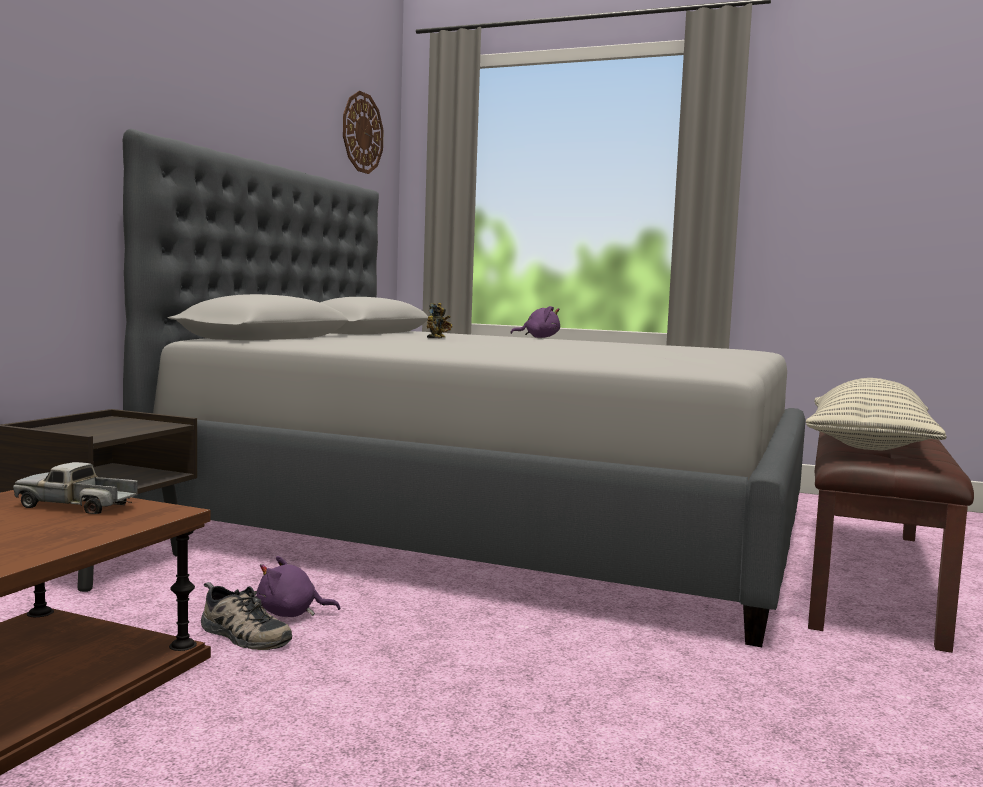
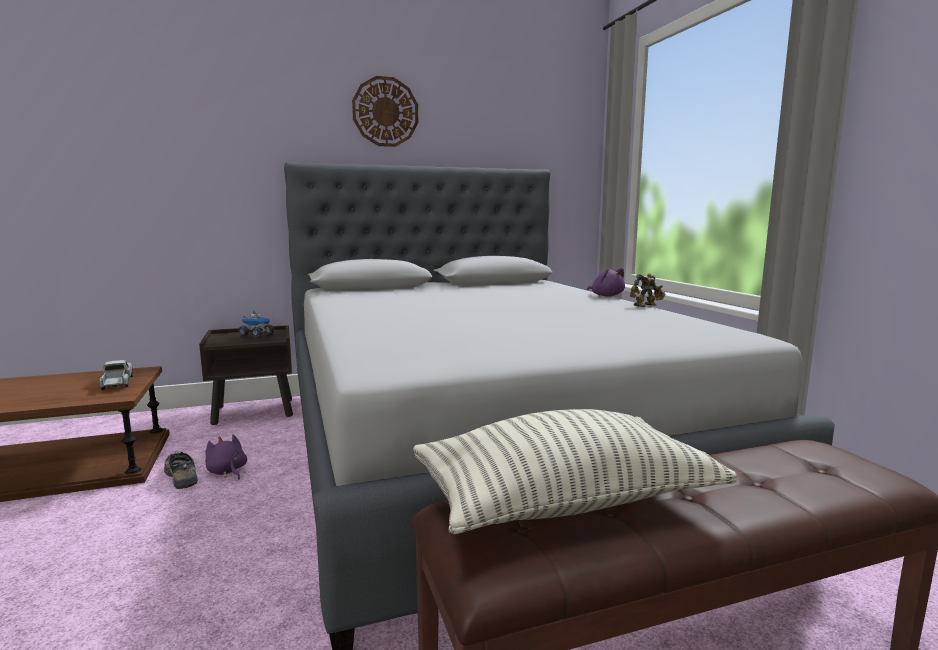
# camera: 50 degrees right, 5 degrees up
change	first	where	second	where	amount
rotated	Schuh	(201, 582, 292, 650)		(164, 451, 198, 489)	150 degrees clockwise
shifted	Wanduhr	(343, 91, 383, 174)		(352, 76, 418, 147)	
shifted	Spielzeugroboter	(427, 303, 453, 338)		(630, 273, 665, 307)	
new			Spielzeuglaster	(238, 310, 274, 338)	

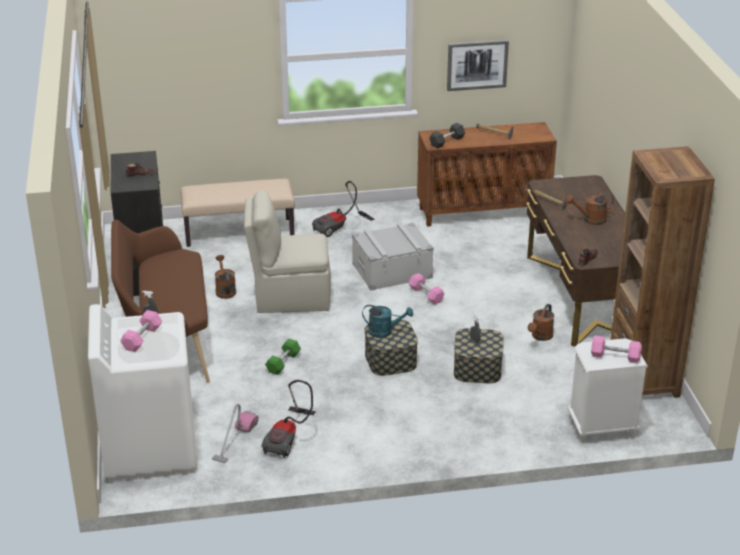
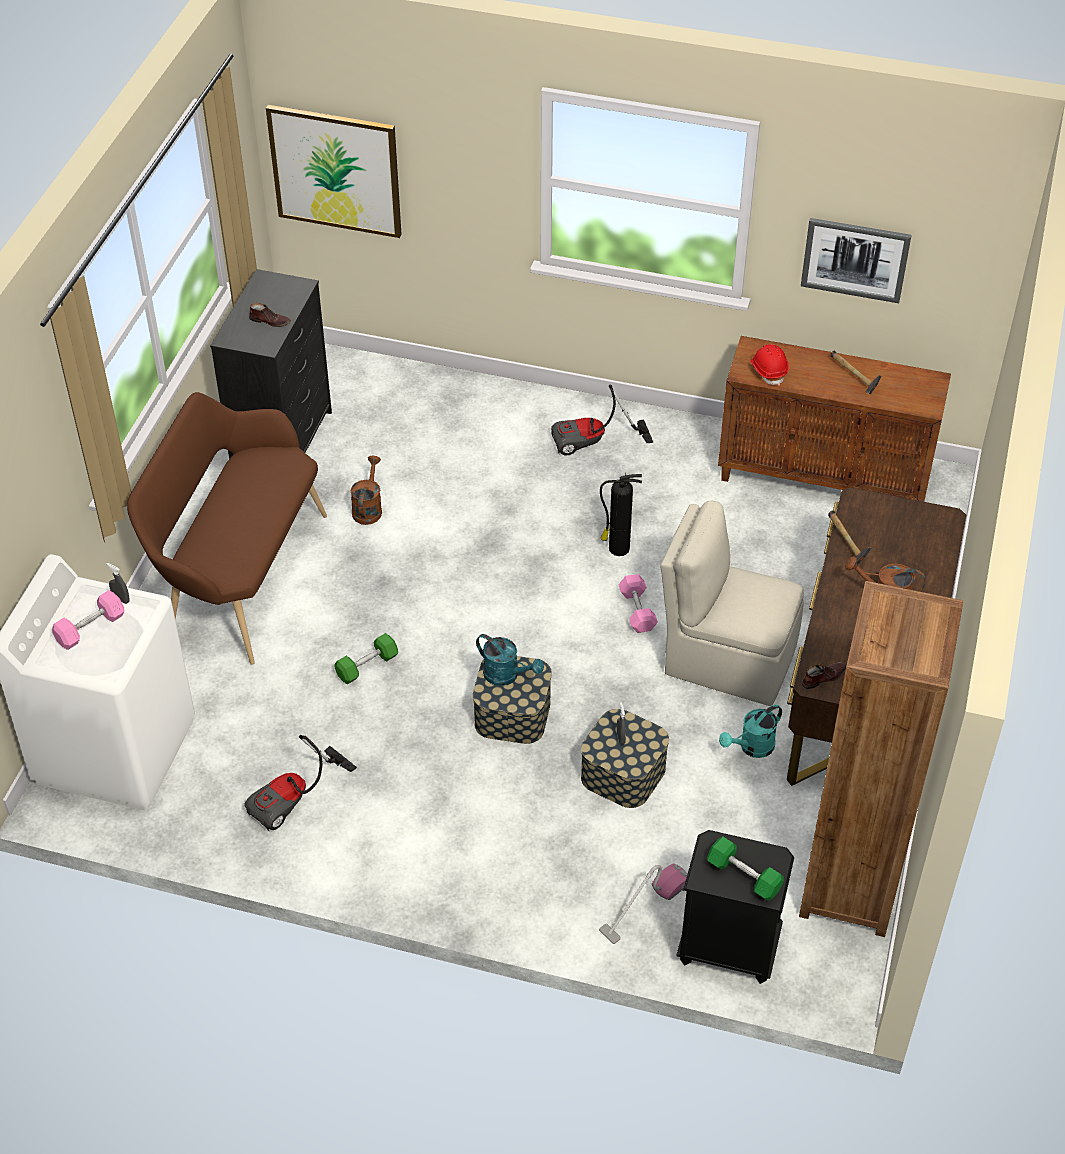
# camera: 25 degrees right, 15 degrees up
change	first	where	second	where	amount
gone	Bank (beige)	(180, 179, 295, 247)			
shifted	Staubsauger	(212, 404, 259, 463)		(599, 864, 687, 944)	
shifted	Stuhl (beige)	(244, 190, 331, 313)		(660, 500, 804, 706)	
swapped	Aufbewahrungsbox (grau)	(352, 223, 434, 291)	Feuerlöscher	(600, 472, 642, 556)	
swapped	Hantel (grau)	(429, 123, 465, 149)	Schutzhelm (rot)	(750, 344, 789, 386)	
repainted	Gießkanne (braun)	(528, 304, 554, 341)	Gießkanne (türkis)	(719, 705, 782, 758)	
repainted	Nachttisch (weiß)	(568, 338, 648, 444)	Nachttisch (schwarz)	(677, 830, 794, 984)	
repainted	Hantel (rosa)	(591, 336, 642, 363)	Hantel (grün)	(707, 837, 784, 901)	
new			Bild	(266, 105, 402, 238)	

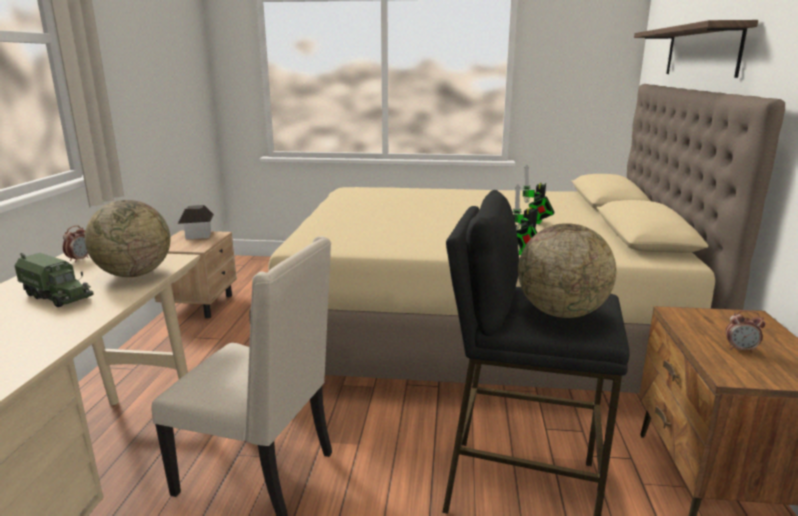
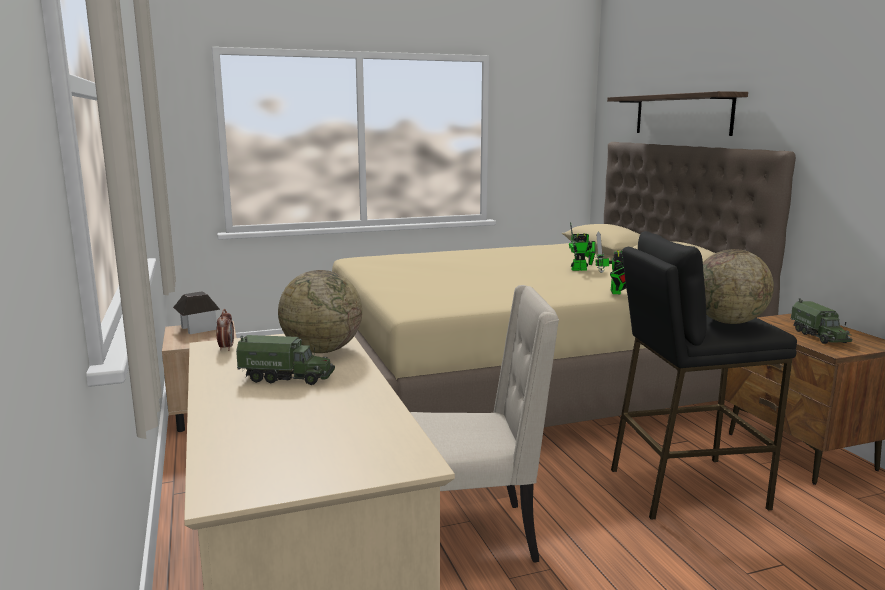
# camera: 25 degrees left, 5 degrees down
change	first	where	second	where	amount
rotated	Spielzeugroboter	(522, 165, 555, 224)		(569, 222, 595, 271)	90 degrees counterclockwise
swapped	Wecker	(726, 310, 766, 353)	Spielzeuglaster	(791, 298, 852, 344)	

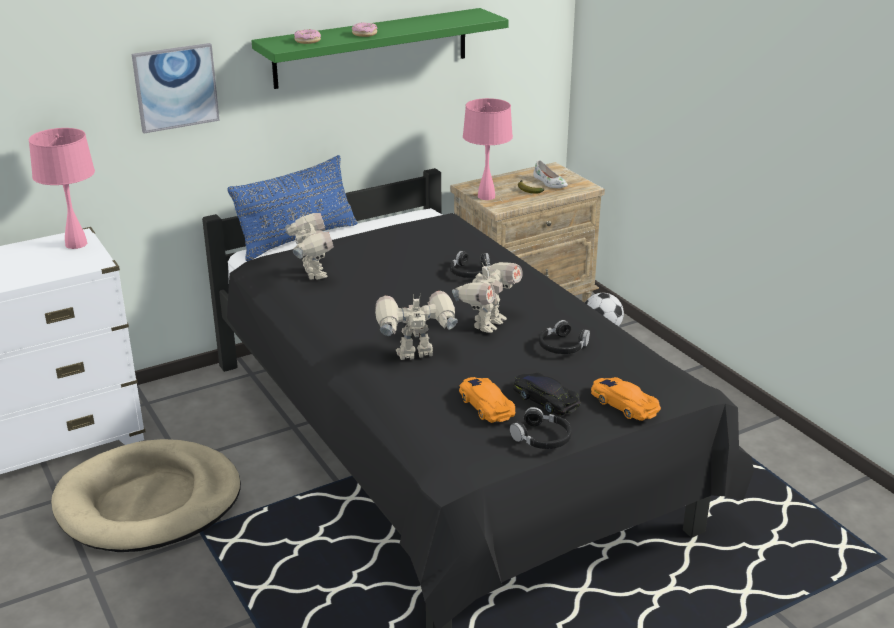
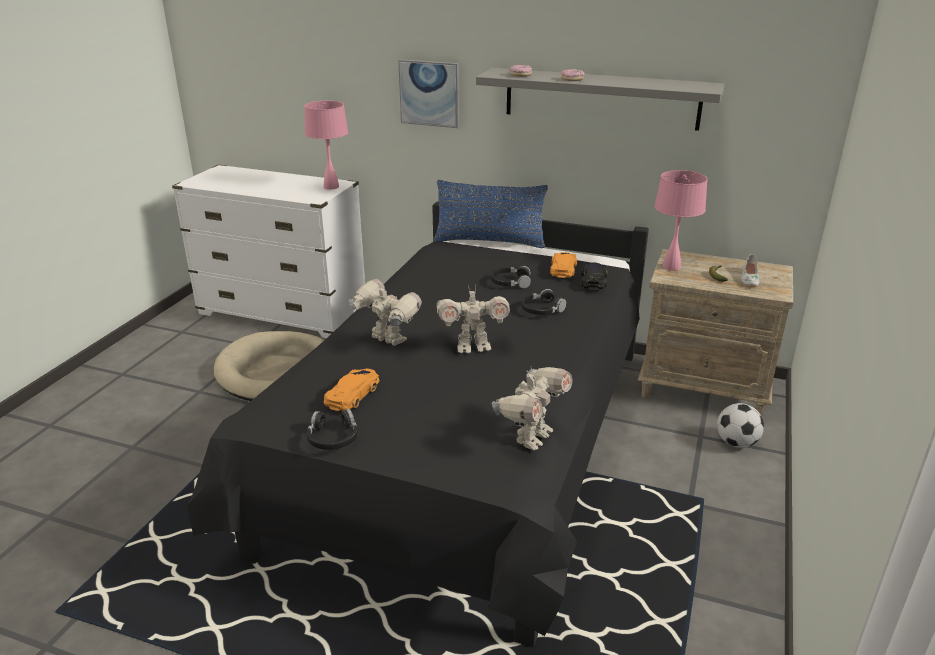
# camera: 50 degrees right, 0 degrees up
change	first	where	second	where	amount
repainted	Wandregal (grün)	(251, 8, 509, 89)	Wandregal (grau)	(476, 68, 725, 131)	
shifted	Spielzeugroboter	(285, 213, 334, 280)		(492, 367, 573, 450)	
shifted	Spielzeugauto (schwarz)	(513, 373, 581, 415)		(581, 262, 607, 290)	
shifted	Kopfhörer (schwarz)	(539, 320, 590, 354)		(491, 266, 531, 289)	
shifted	Spielzeugauto (orange)	(591, 377, 661, 421)		(550, 252, 577, 278)	

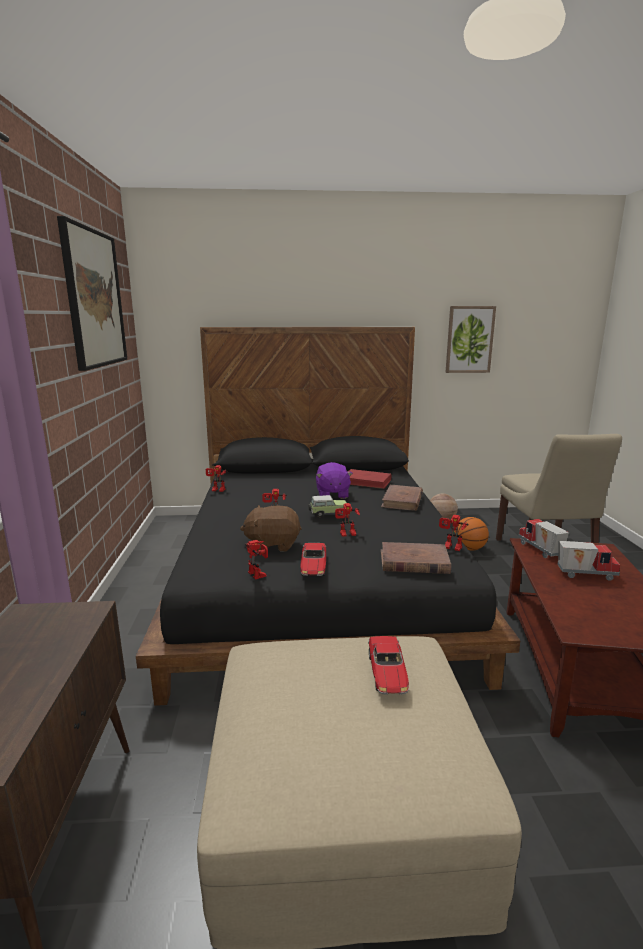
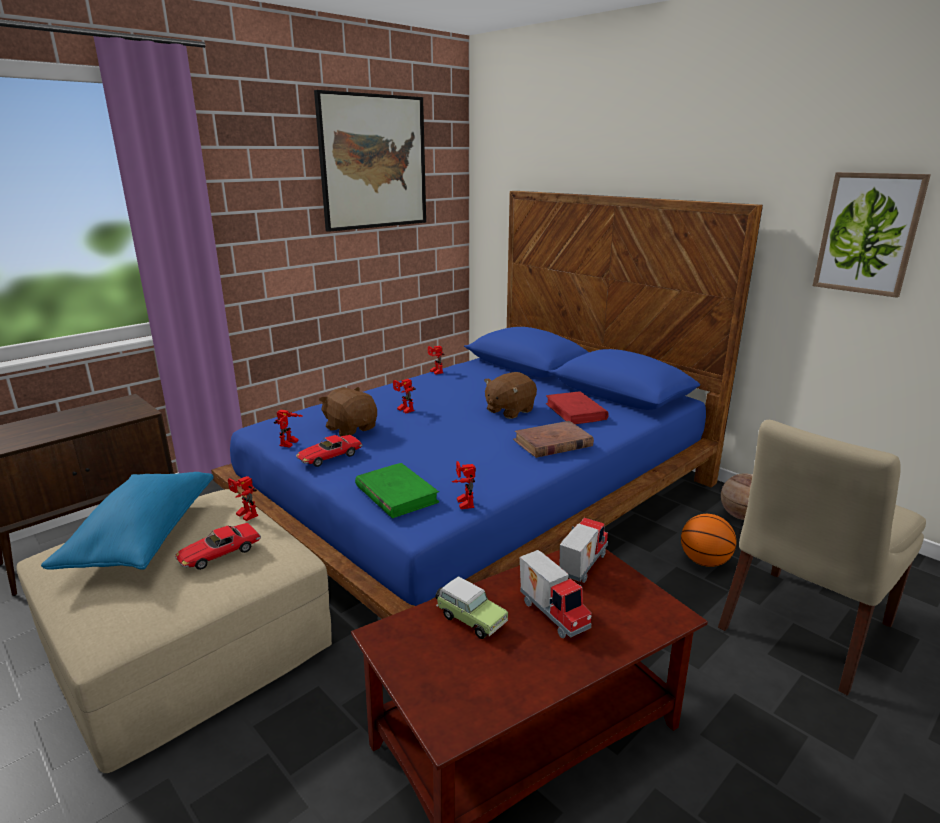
# camera: 50 degrees right, 5 degrees up
change	first	where	second	where	amount
repainted	Bett (schwarz)	(136, 327, 520, 706)	Bett (blau)	(211, 191, 763, 619)	
shifted	Spielzeugauto	(308, 495, 346, 517)		(435, 576, 508, 639)	
repainted	Plüschtier (lila)	(316, 462, 353, 499)	Plüschtier (braun)	(484, 372, 537, 419)	
shifted	Spielzeugroboter	(335, 503, 360, 537)		(228, 476, 258, 521)	
repainted	Buch (braun)	(381, 542, 451, 574)	Buch (grün)	(355, 463, 439, 518)	
new			Kissen (blau)	(41, 472, 214, 570)	

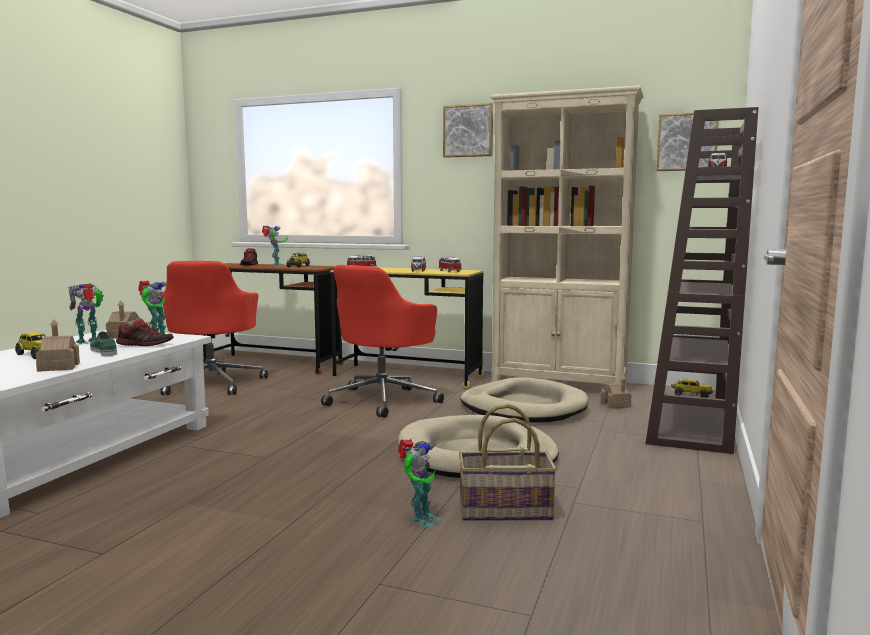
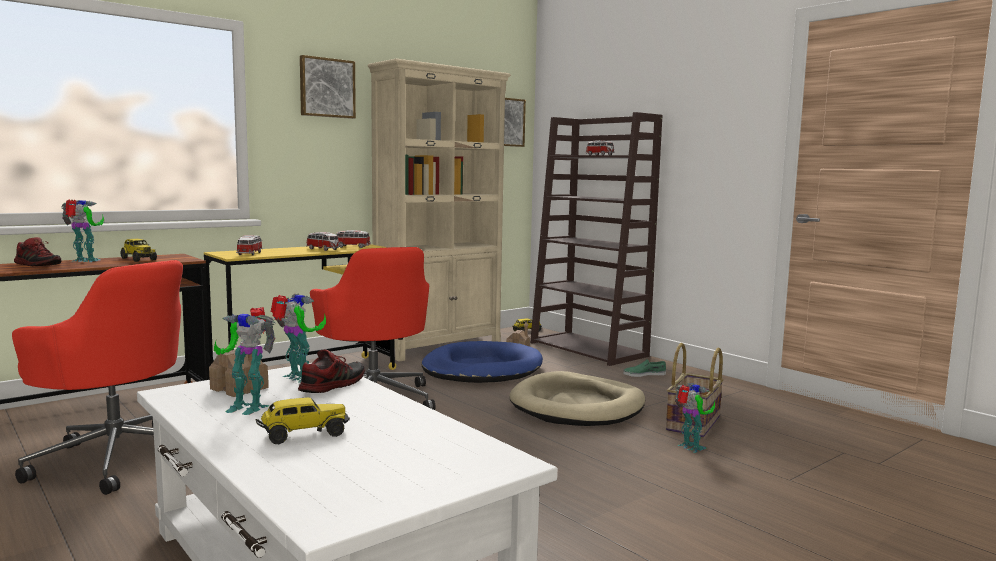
# camera: 60 degrees left, 0 degrees up
change	first	where	second	where	amount
gone	Spielzeughaus	(36, 319, 80, 372)			
rotated	Spielzeugroboter	(68, 283, 103, 344)		(214, 307, 275, 415)	60 degrees counterclockwise
shifted	Schuh (grün)	(90, 331, 117, 356)		(623, 359, 666, 377)	
repainted	Hundebett (beige)	(460, 378, 588, 423)	Hundebett (blau)	(422, 341, 543, 383)	

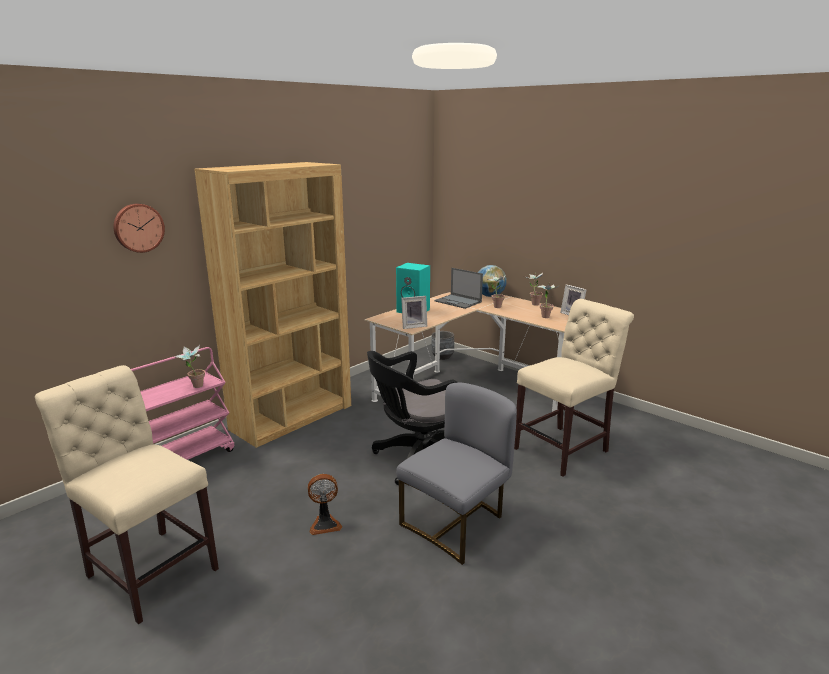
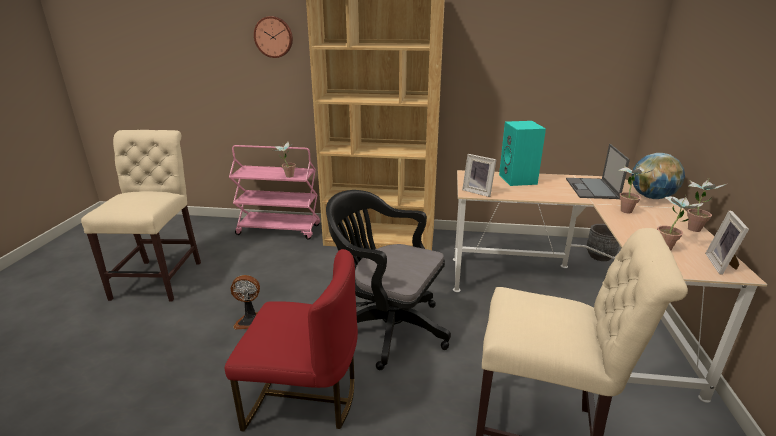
# camera: 55 degrees right, 5 degrees up
change	first	where	second	where	amount
rotated	Ventilator	(308, 474, 342, 535)		(231, 275, 260, 329)	45 degrees counterclockwise
repainted	Stuhl (grau)	(396, 383, 517, 565)	Stuhl (rot)	(225, 249, 358, 432)	

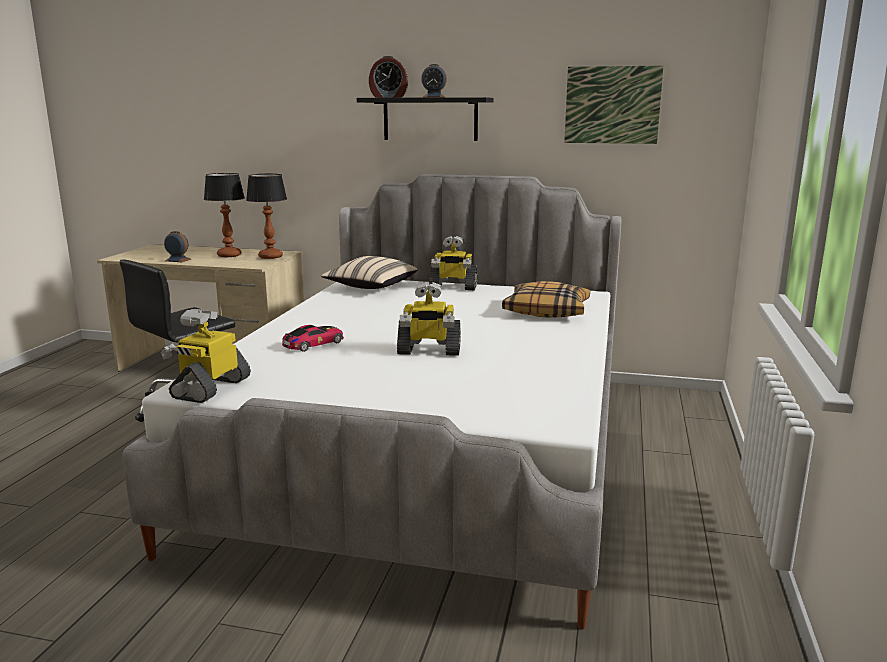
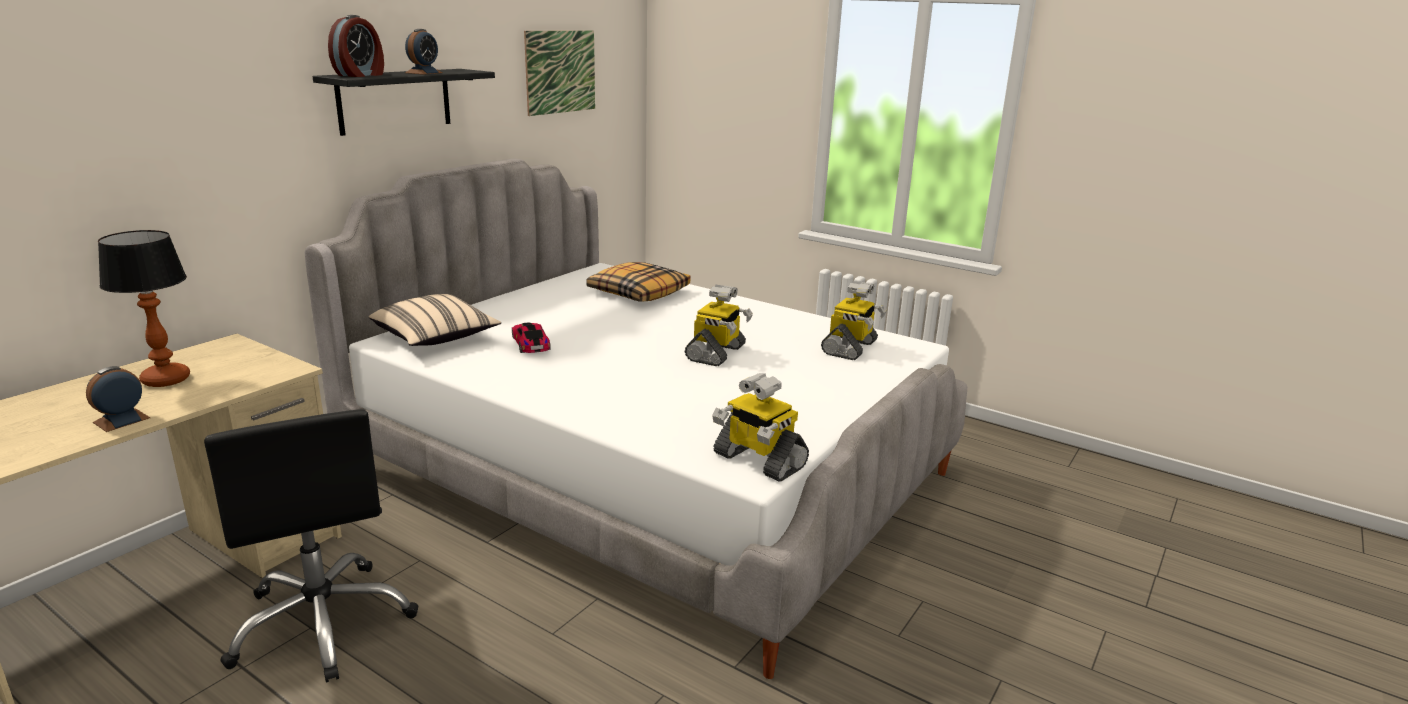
# camera: 70 degrees left, 5 degrees up
change	first	where	second	where	amount
gone	Tischlampe	(246, 174, 287, 259)			
shifted	Spielzeugauto	(282, 325, 344, 352)		(512, 323, 551, 353)	
shifted	Spielzeugroboter	(429, 236, 477, 290)		(821, 281, 887, 360)	

